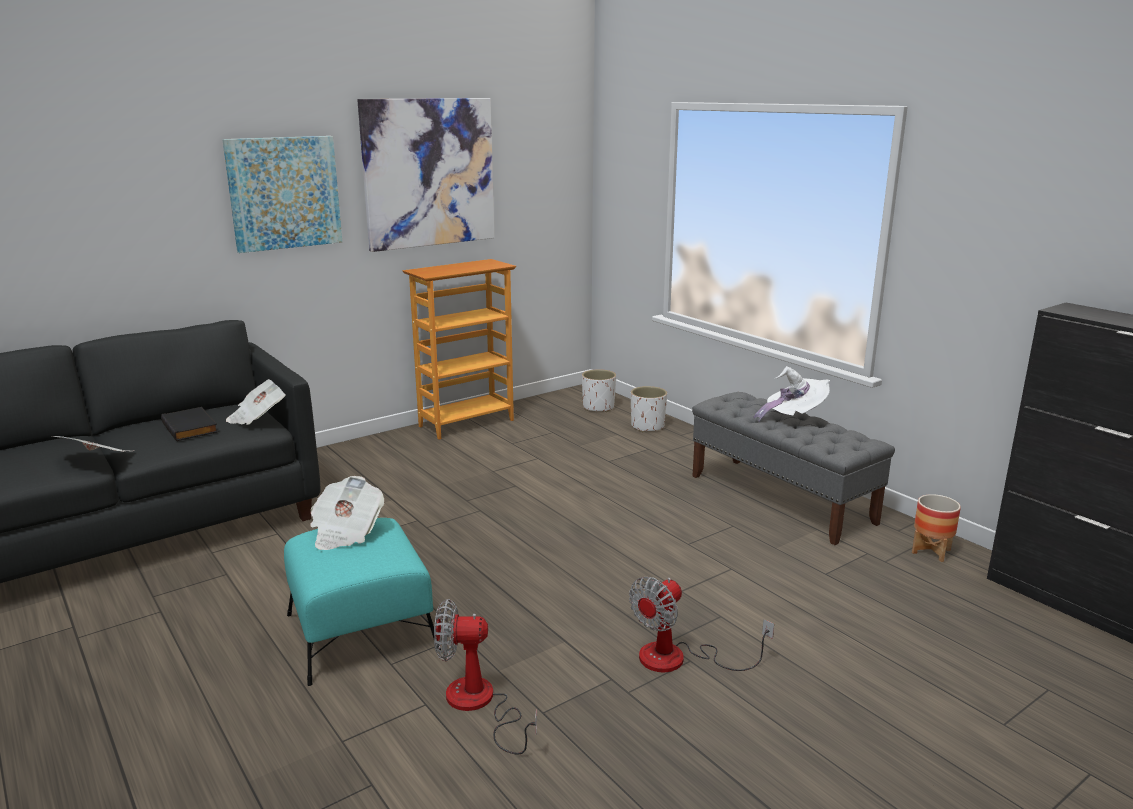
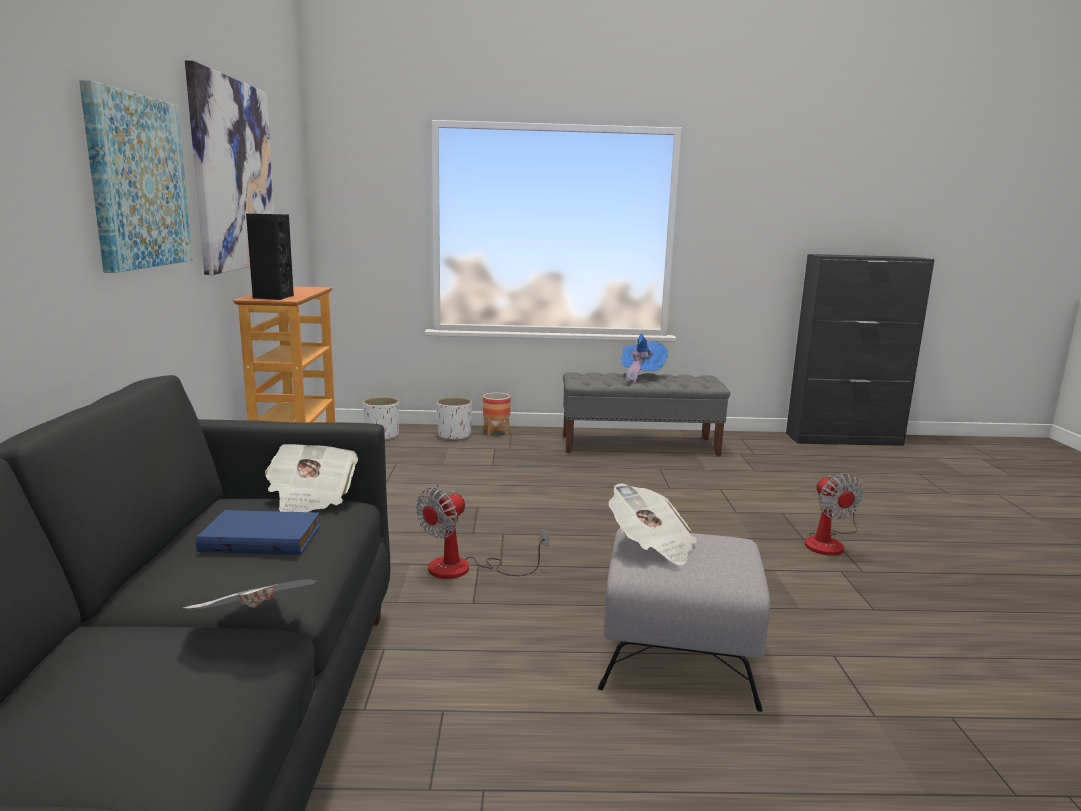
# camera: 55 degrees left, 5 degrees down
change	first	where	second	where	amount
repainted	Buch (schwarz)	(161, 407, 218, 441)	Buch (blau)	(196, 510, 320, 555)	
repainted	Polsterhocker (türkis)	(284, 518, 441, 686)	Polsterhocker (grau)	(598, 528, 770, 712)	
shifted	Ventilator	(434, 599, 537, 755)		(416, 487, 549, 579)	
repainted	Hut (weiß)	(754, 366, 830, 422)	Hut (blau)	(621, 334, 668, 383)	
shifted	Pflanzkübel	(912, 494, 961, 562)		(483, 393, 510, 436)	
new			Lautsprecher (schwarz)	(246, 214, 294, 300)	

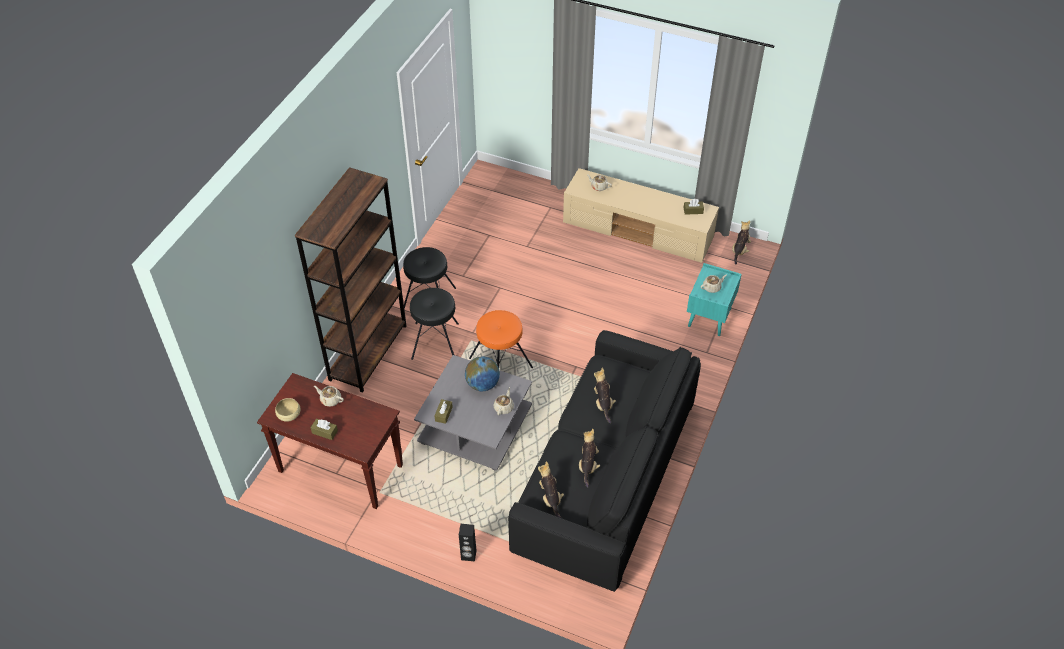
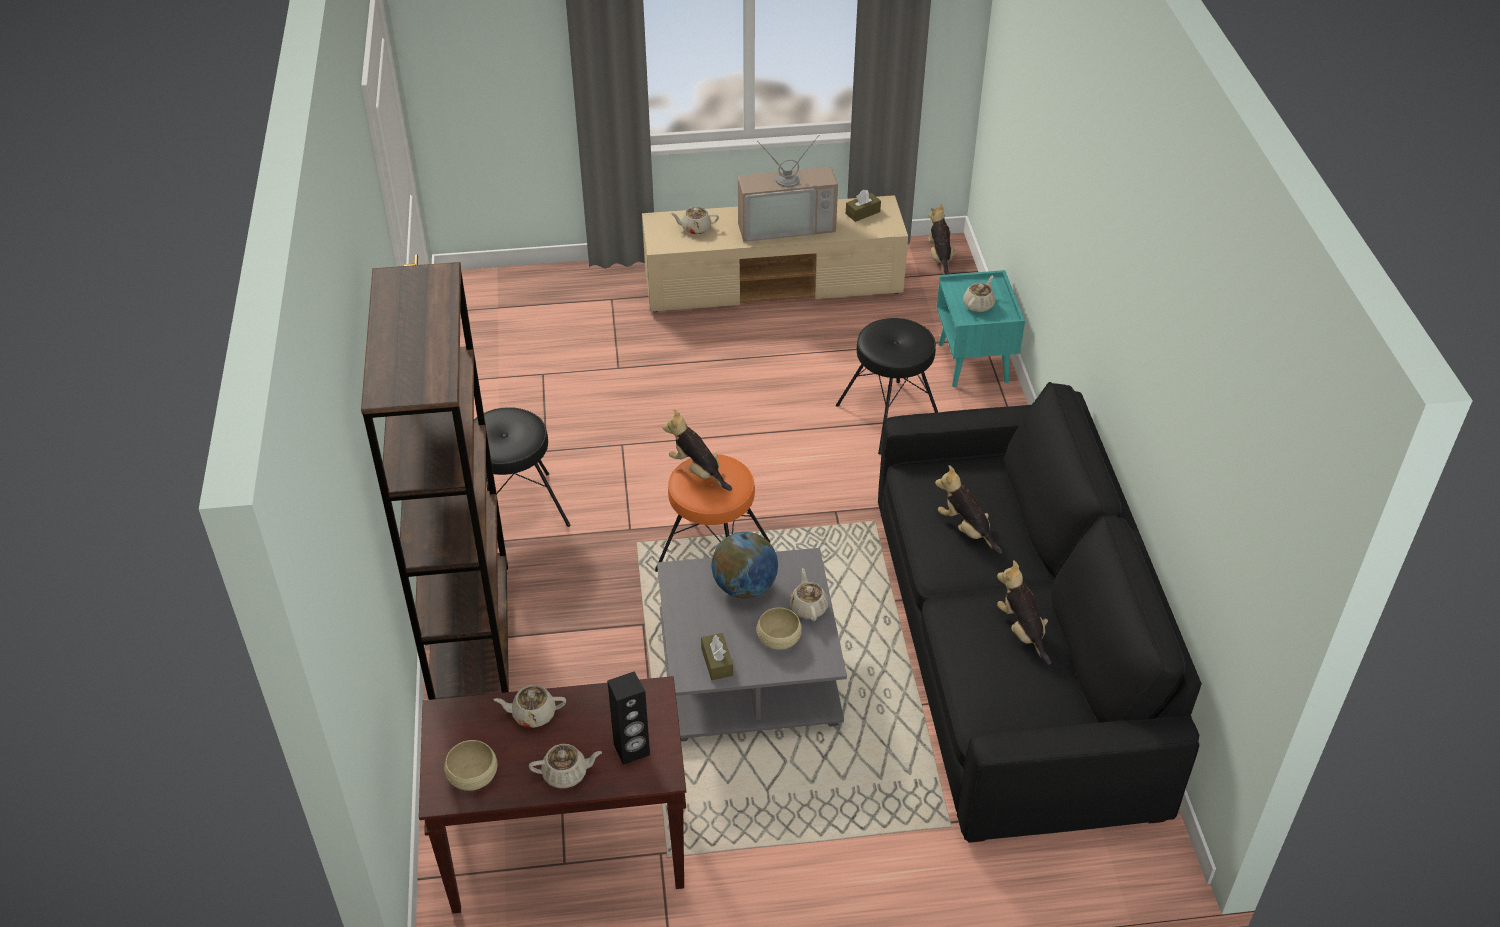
# camera: 30 degrees left, 5 degrees down
change	first	where	second	where	amount
swapped	Taschentuchbox (braun)	(311, 418, 338, 440)	Teekanne (beige)	(529, 744, 602, 788)	
shifted	Hocker (schwarz)	(410, 288, 459, 360)		(836, 318, 938, 455)	
shifted	Lautsprecher (schwarz)	(459, 524, 476, 562)		(607, 671, 650, 765)	
shifted	Plüschtier	(538, 461, 564, 518)		(663, 410, 732, 491)	
new			Fernseher	(738, 135, 838, 242)	
new			Schüssel (beige)	(757, 607, 802, 650)	

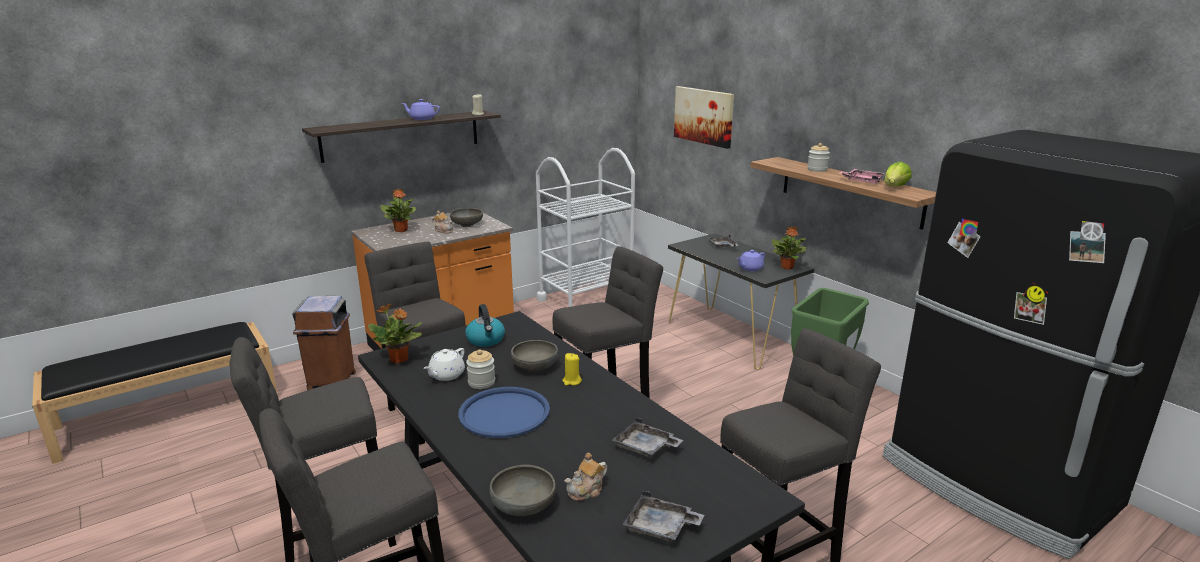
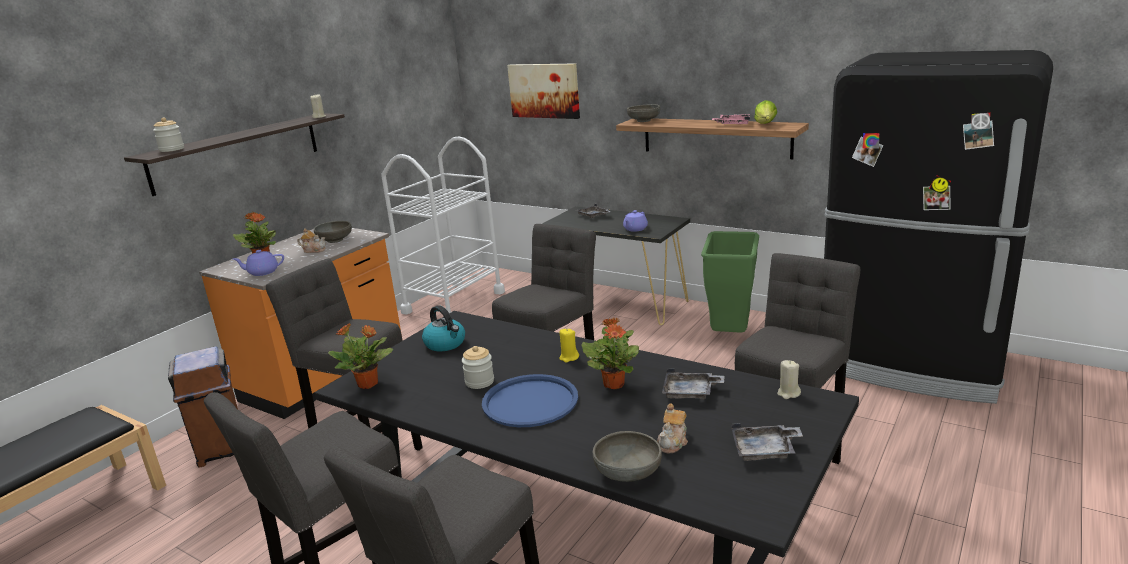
# camera: 20 degrees left, 0 degrees up
change	first	where	second	where	amount
shifted	Teekanne (lila)	(402, 99, 440, 120)		(233, 250, 284, 276)	
gone	Teekanne (weiß)	(424, 348, 465, 381)			
shifted	Schüssel (grau)	(511, 340, 558, 372)		(627, 104, 660, 122)	
shifted	Topfpflanze	(772, 226, 807, 270)		(581, 317, 639, 389)	
shifted	Vorratsglas	(808, 143, 830, 172)		(153, 118, 184, 152)	
new			Kerze (beige)	(777, 360, 801, 399)	

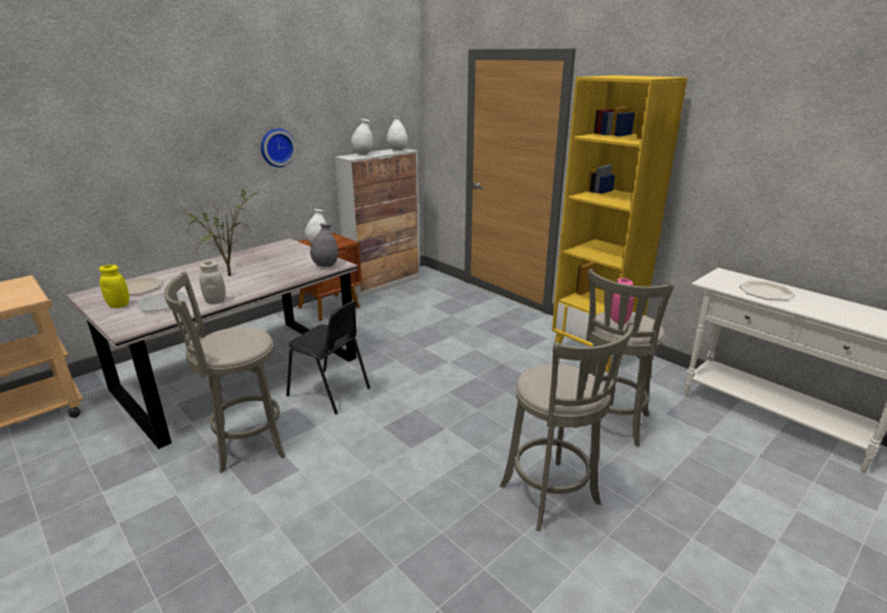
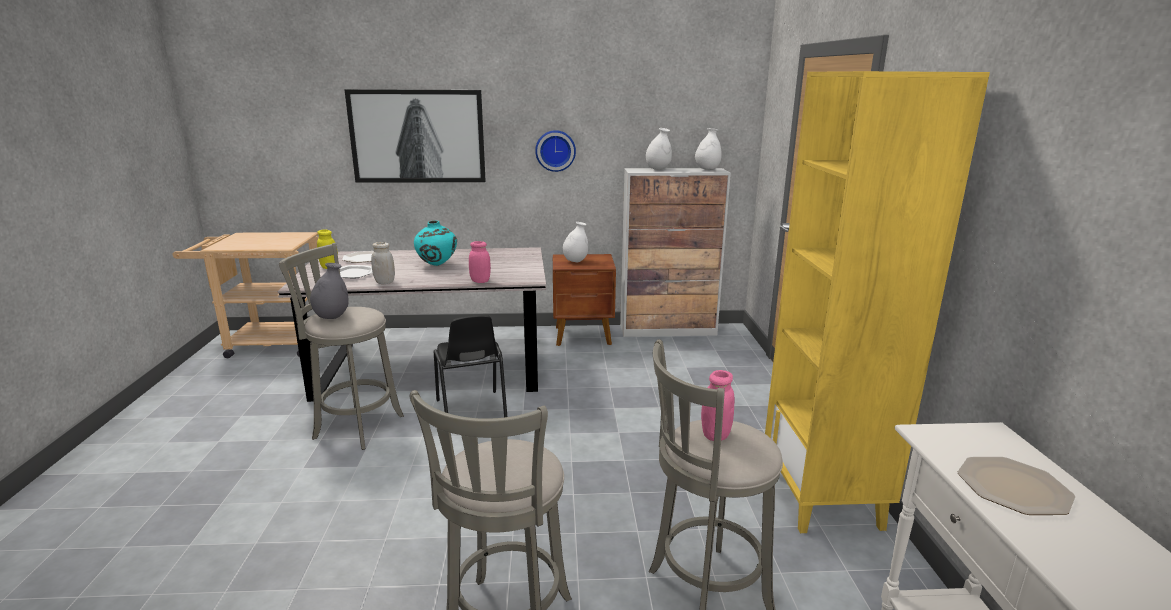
# camera: 40 degrees right, 5 degrees down
change	first	where	second	where	amount
swapped	Topfpflanze	(174, 189, 259, 276)	Vase (türkis)	(414, 221, 457, 266)	
shifted	Vase (grau)	(310, 224, 338, 267)		(310, 263, 349, 319)	
new			Bild	(344, 89, 486, 183)	
new			Vorratsglas (rosa)	(469, 241, 491, 283)	

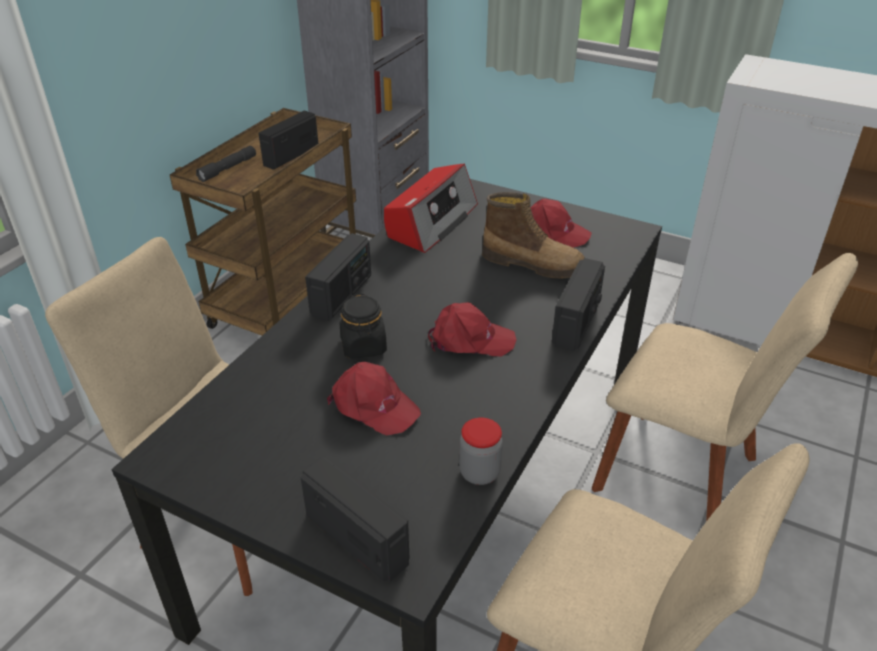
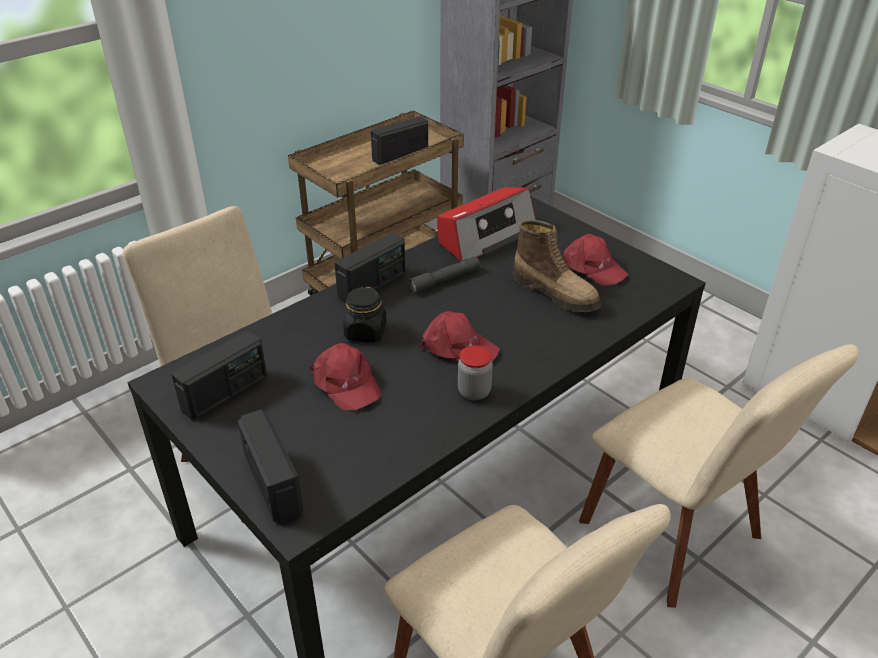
# camera: 20 degrees right, 0 degrees up
change	first	where	second	where	amount
shifted	Taschenlampe (grau)	(196, 146, 256, 182)		(408, 257, 480, 294)	
shifted	Vorratsglas	(459, 418, 503, 485)		(458, 346, 493, 401)	
shifted	Radio	(552, 258, 605, 351)		(171, 331, 267, 421)	

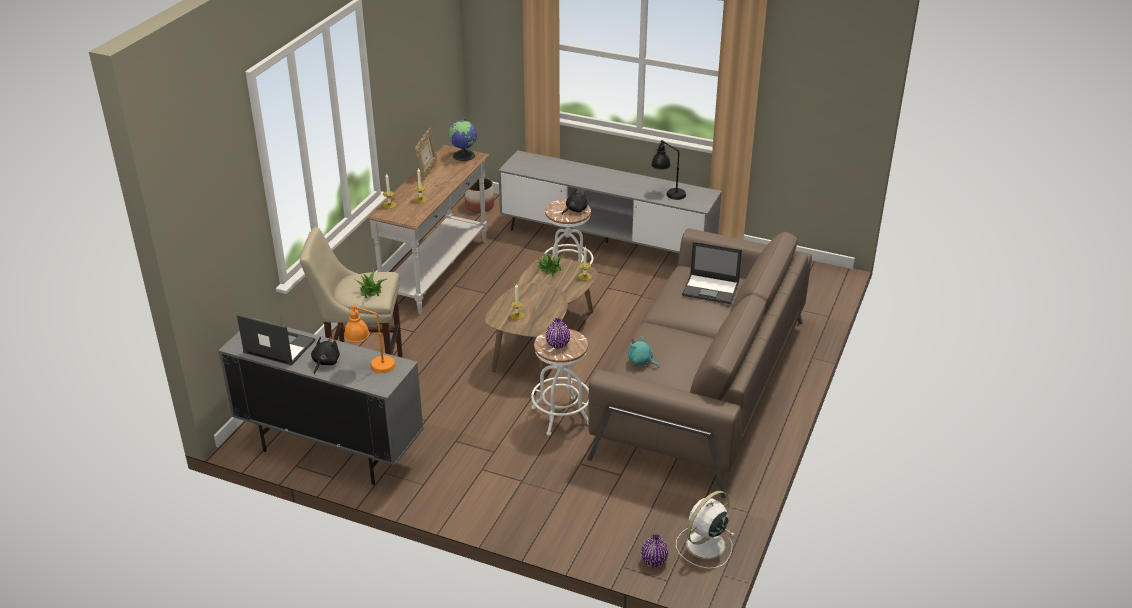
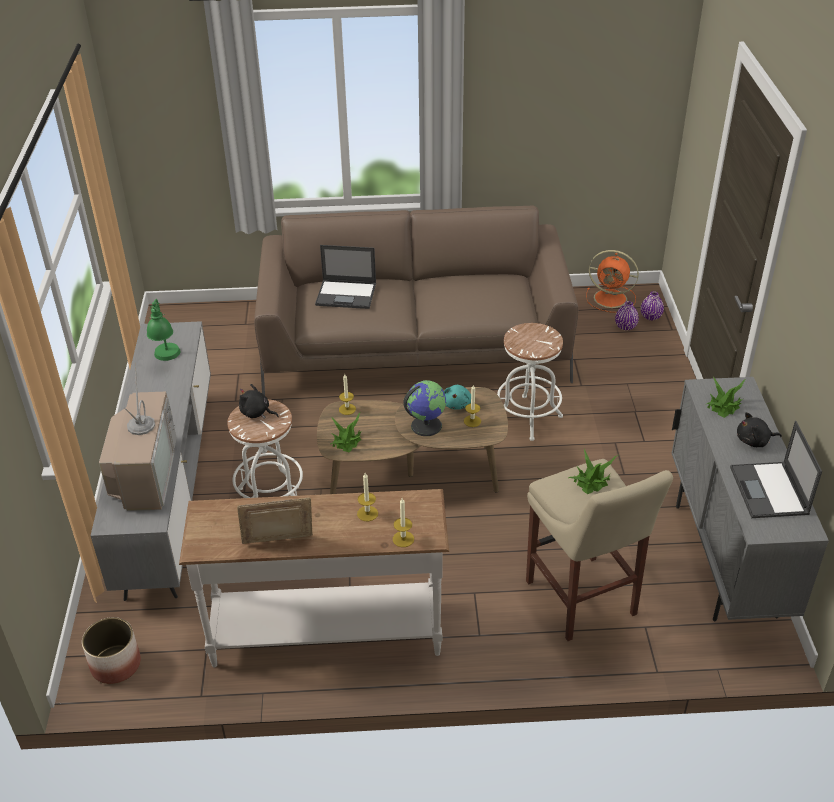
# camera: 115 degrees left, 5 degrees up
change	first	where	second	where	amount
swapped	Tischlampe (orange)	(344, 305, 396, 373)	Topfpflanze	(707, 377, 747, 418)	
shifted	Globus	(449, 119, 477, 161)		(403, 380, 446, 436)	
shifted	Vase (lila)	(546, 317, 570, 349)		(615, 301, 639, 331)	
shifted	Plüschtier (türkis)	(628, 336, 659, 368)		(444, 385, 471, 410)	
repainted	Tischlampe (schwarz)	(651, 140, 686, 200)	Tischlampe (grün)	(147, 299, 181, 361)	
repainted	Ventilator (weiß)	(676, 491, 734, 569)	Ventilator (orange)	(586, 250, 639, 313)	
rotated	Laptop	(682, 242, 742, 304)		(315, 245, 376, 309)	105 degrees clockwise
new			Fernseher	(99, 362, 177, 511)	

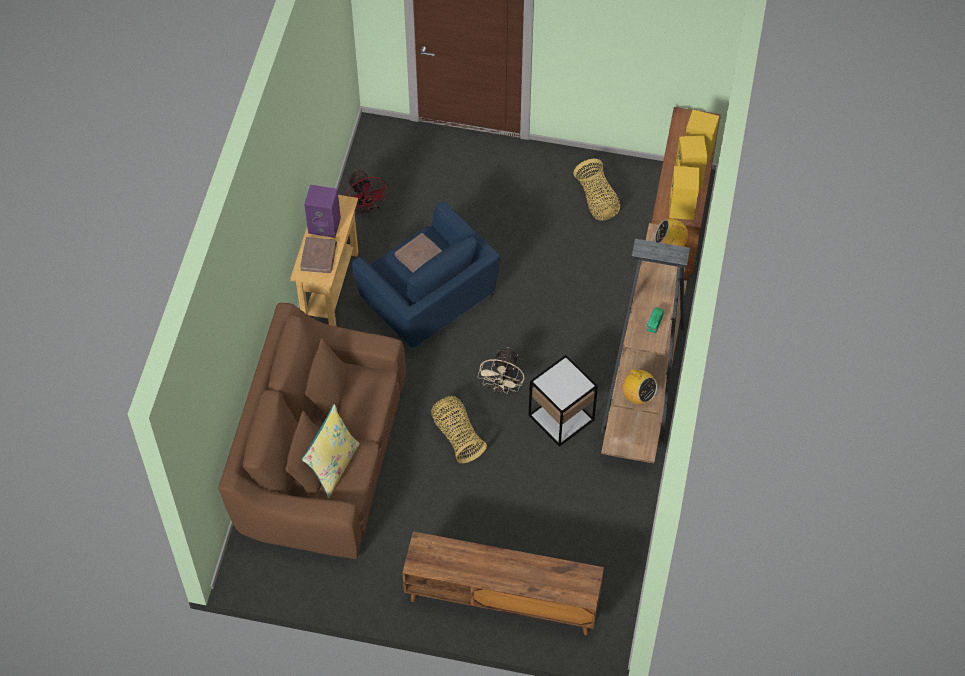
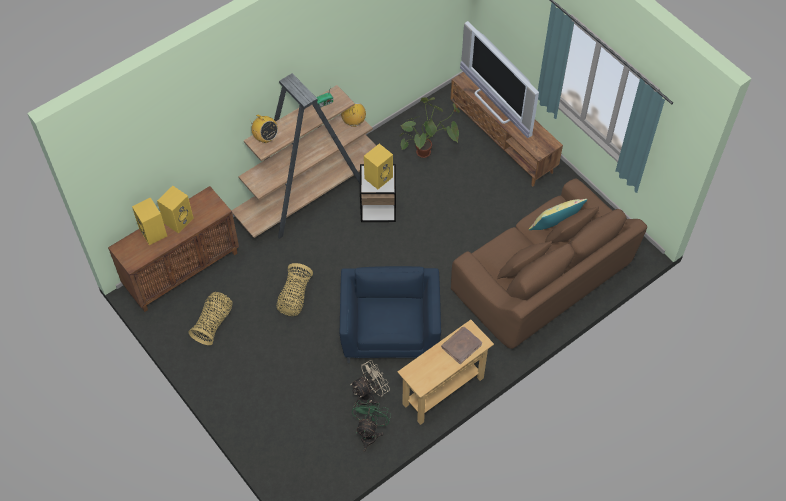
# camera: 140 degrees left, 0 degrees up
change	first	where	second	where	amount
gone	Lautsprecher (lila)	(304, 185, 341, 238)			
repainted	Ventilator (rot)	(345, 169, 388, 216)	Ventilator (grün)	(352, 400, 391, 452)	
gone	Buch (braun)	(395, 233, 442, 272)			
shifted	Korb	(431, 396, 487, 463)		(277, 263, 313, 316)	
shifted	Ventilator (beige)	(478, 347, 524, 395)		(351, 360, 390, 407)	
shifted	Lautsprecher (gelb)	(669, 166, 699, 220)		(364, 144, 393, 189)	
new			Topfpflanze	(399, 97, 460, 158)	
new			Fernseher	(460, 21, 539, 138)	

